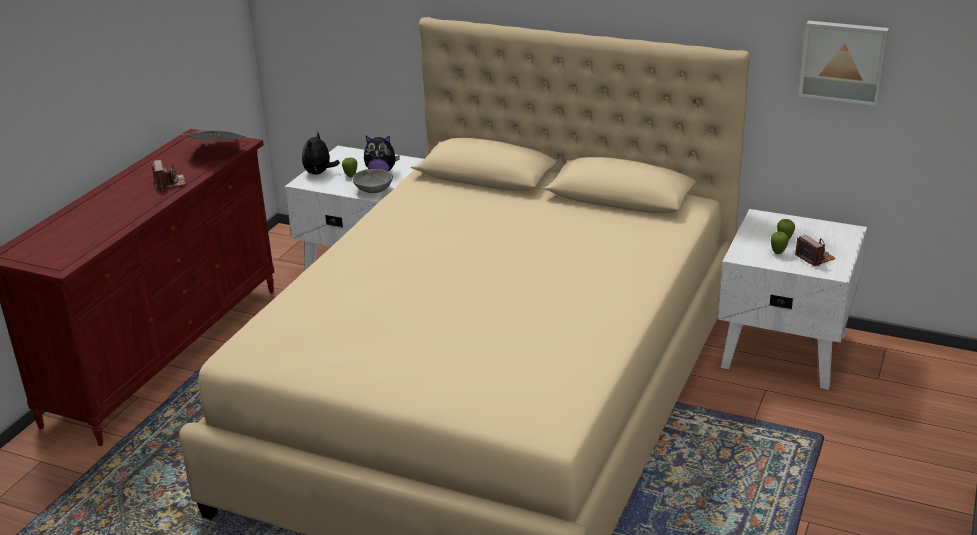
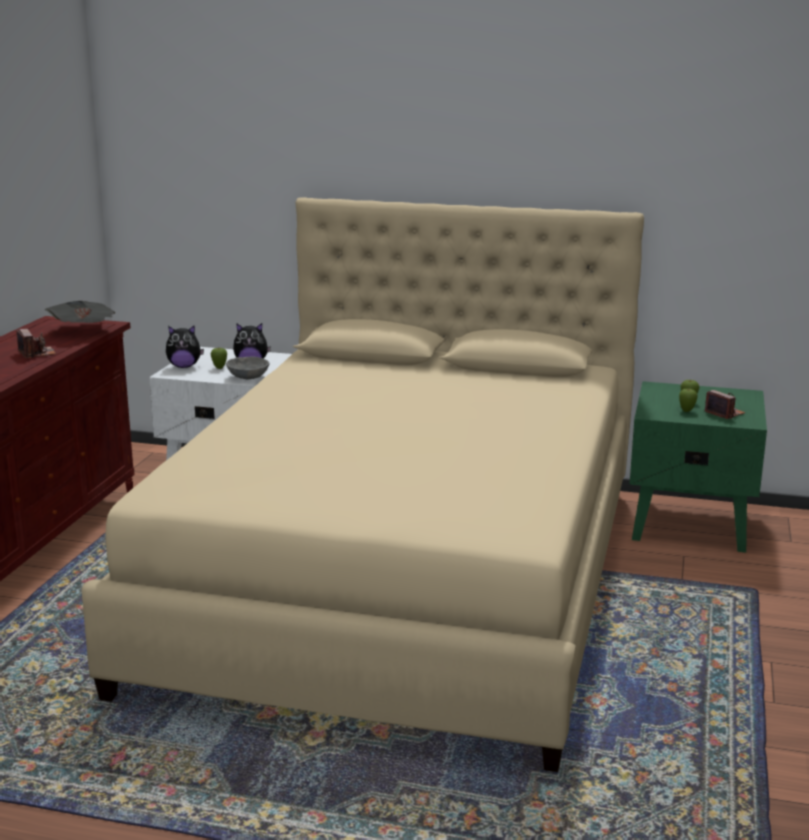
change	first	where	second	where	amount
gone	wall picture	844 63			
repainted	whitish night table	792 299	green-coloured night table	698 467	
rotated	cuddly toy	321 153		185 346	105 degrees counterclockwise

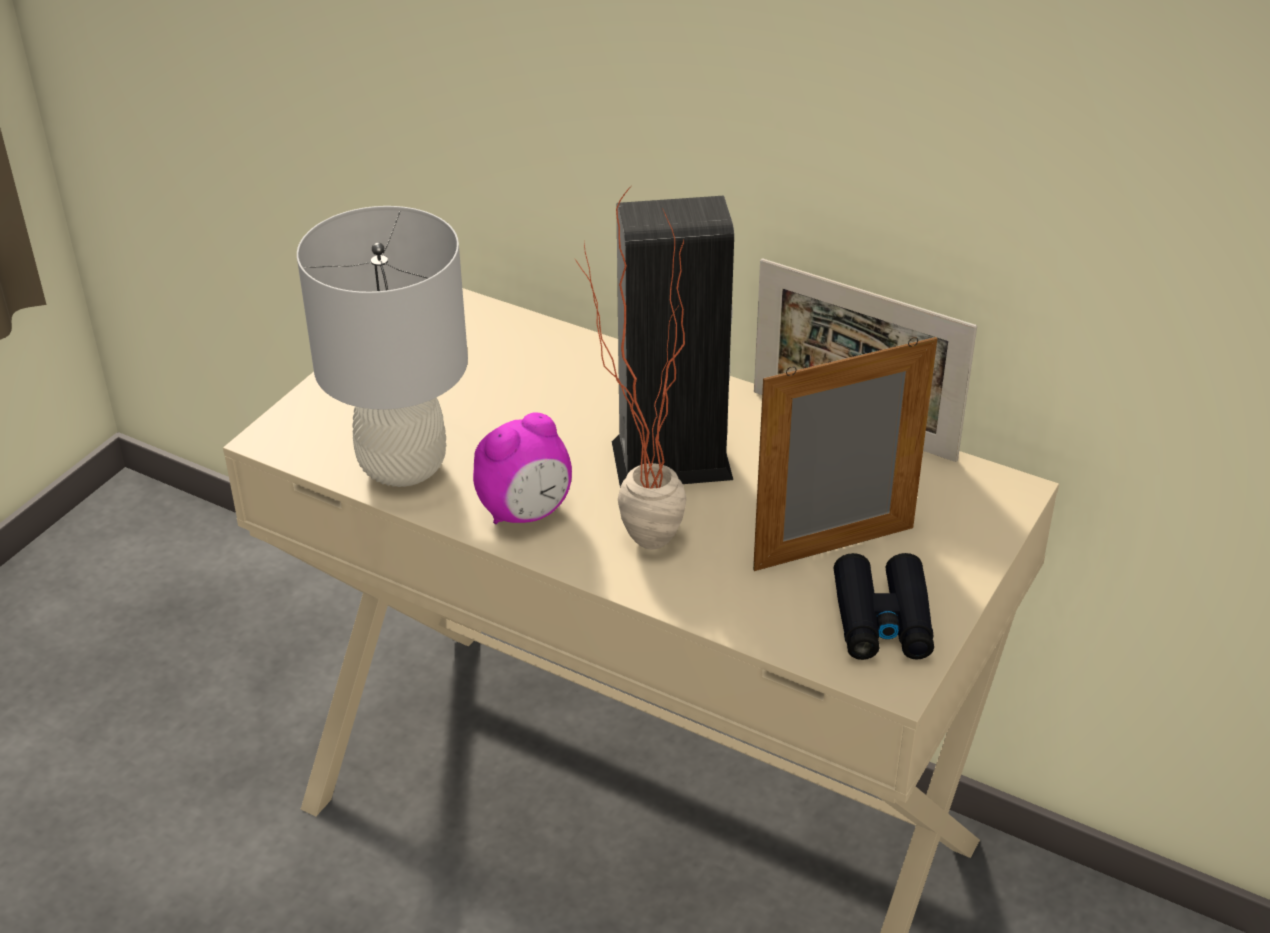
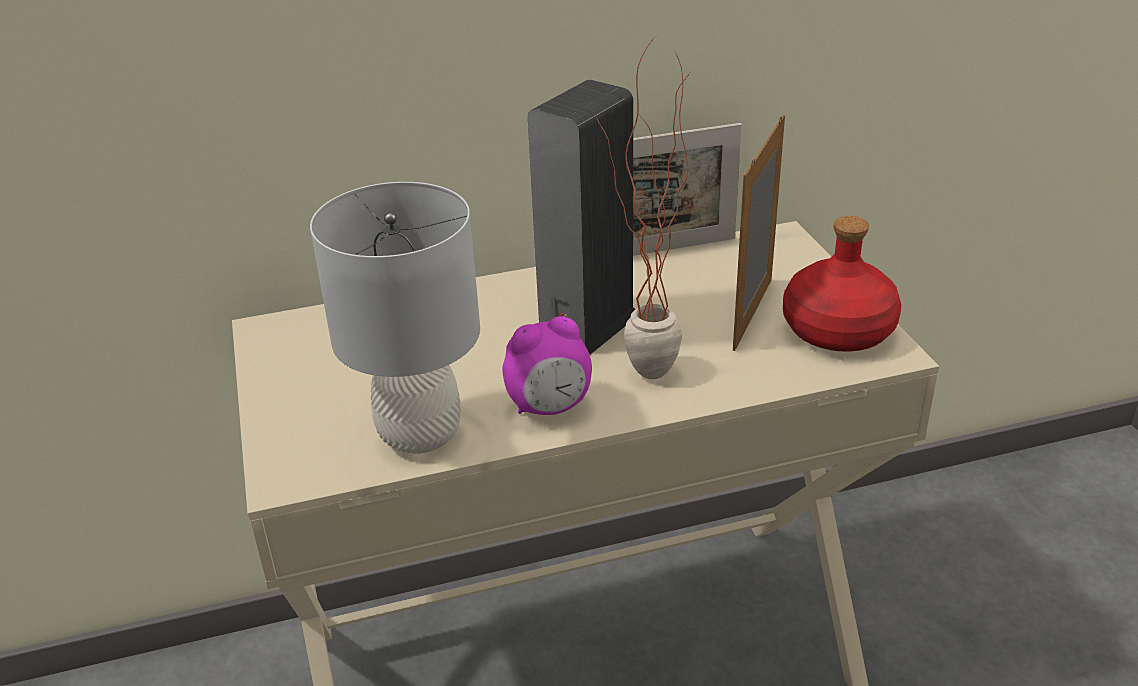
change	first	where	second	where	amount
swapped	black binoculars	884 606	reddish drink bottle	842 283	
rotated	bedside clock	522 468		547 365	60 degrees clockwise

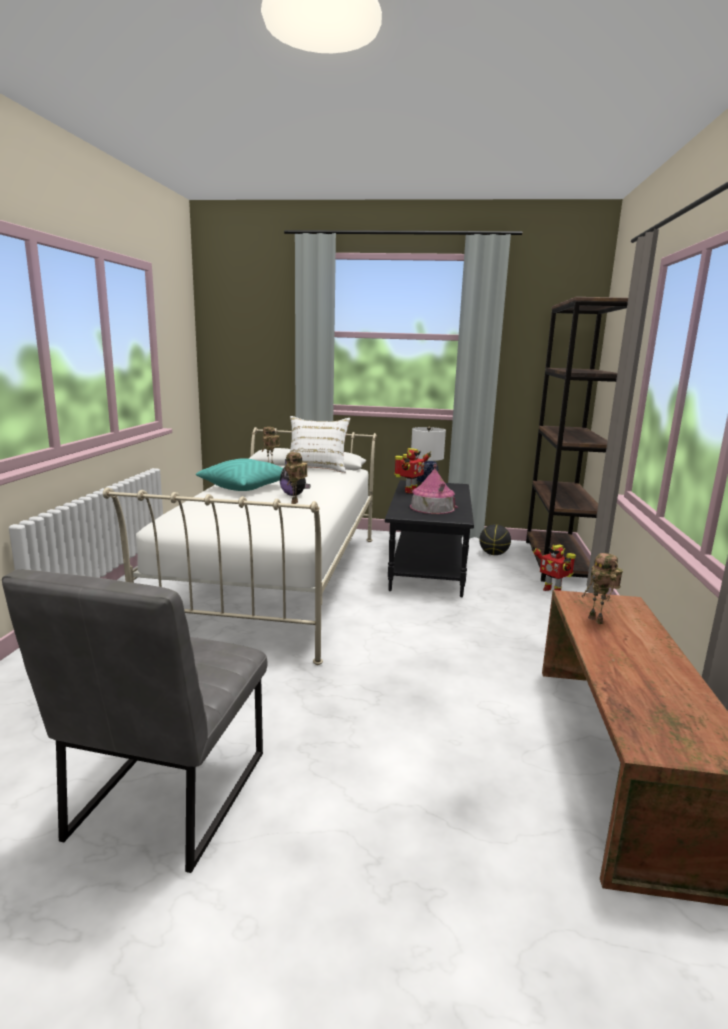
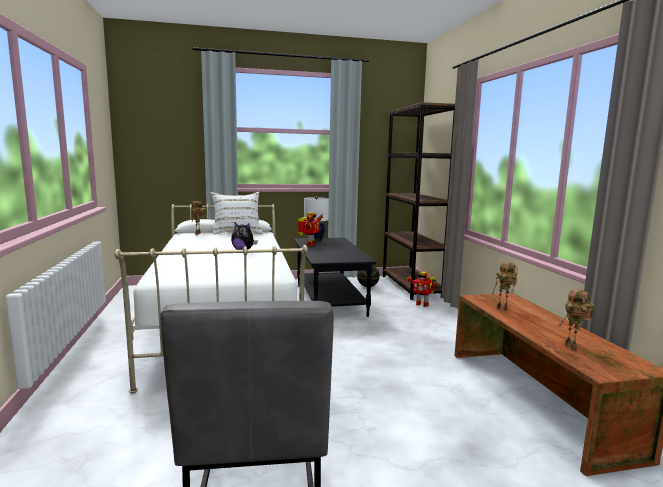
change	first	where	second	where	amount
gone	blue-green throw pillow	239 474			
gone	miniature house	434 489			
shifted	robot figure	296 478		576 319	

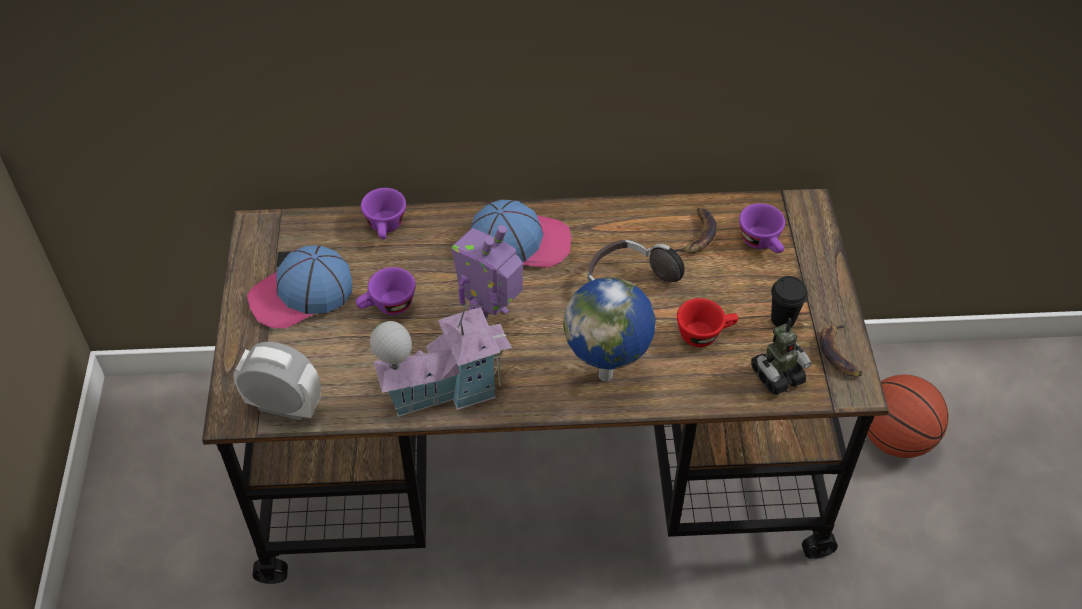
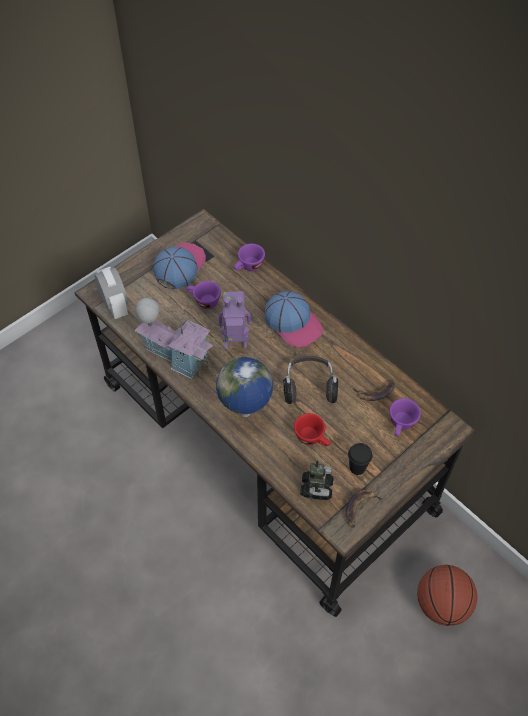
change	first	where	second	where	amount
rotated	baseball cap	299 286		179 265	90 degrees clockwise
rotated	robot figure	781 356		317 480	105 degrees counterclockwise

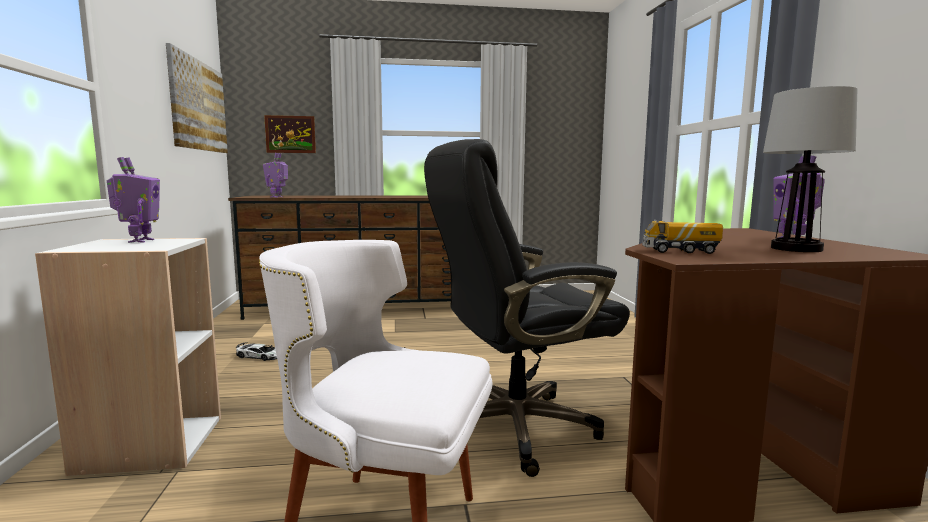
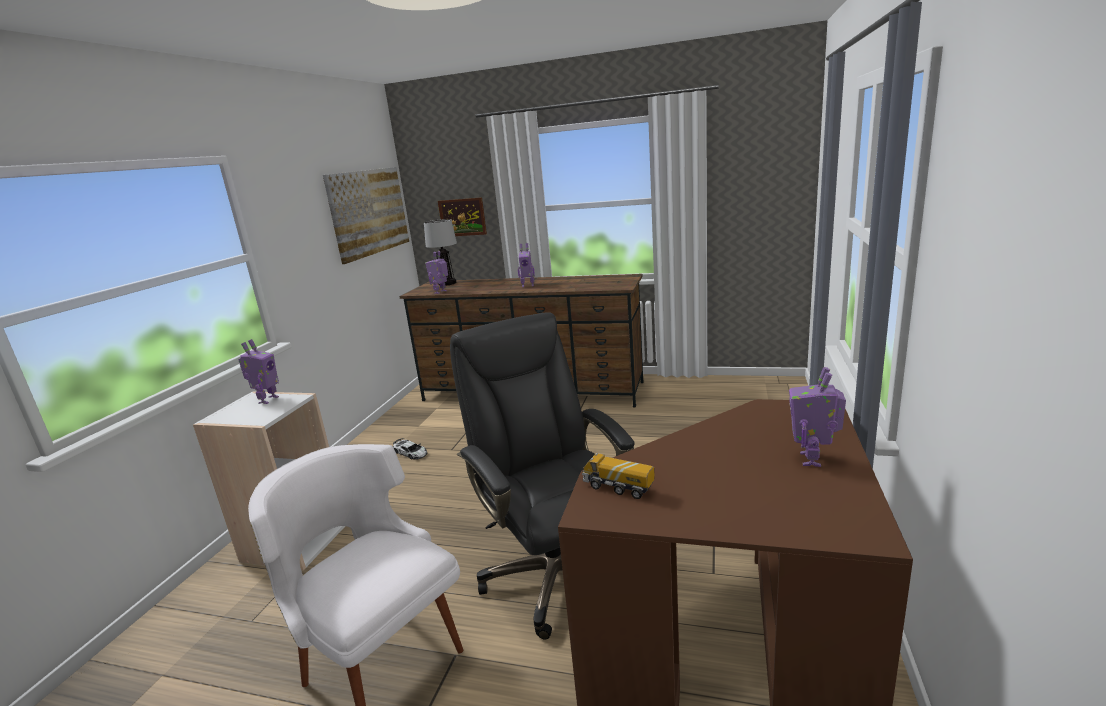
change	first	where	second	where	amount
new			robot figure	526 265	
shifted	lamp for a table	810 169		440 252	
rotated	black computer chair	527 308		542 476	60 degrees clockwise

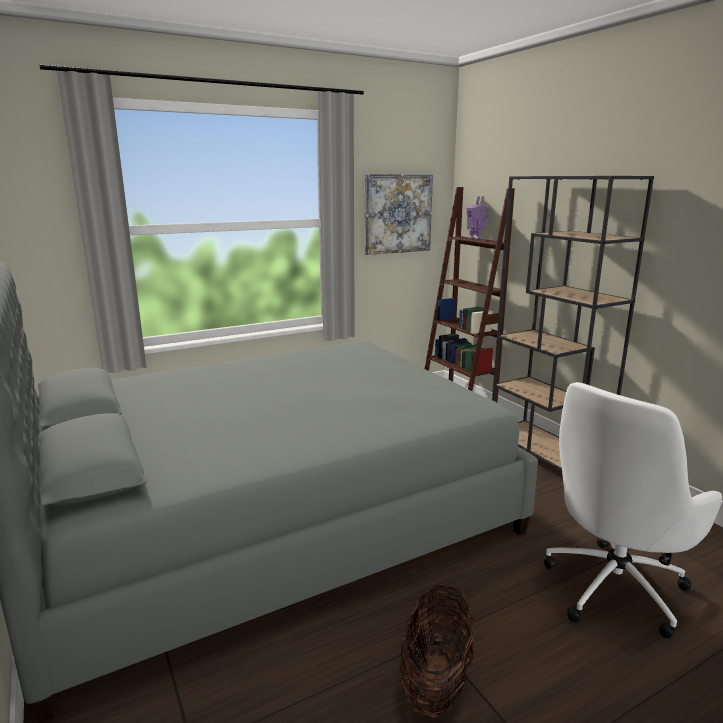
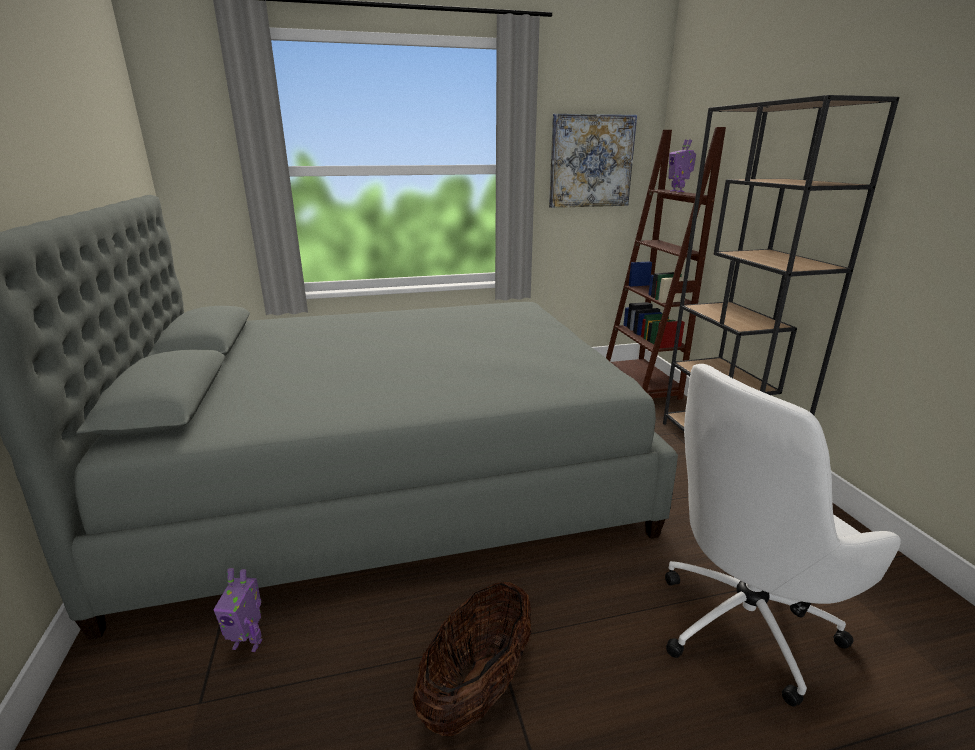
change	first	where	second	where	amount
new			robot figure	238 610	

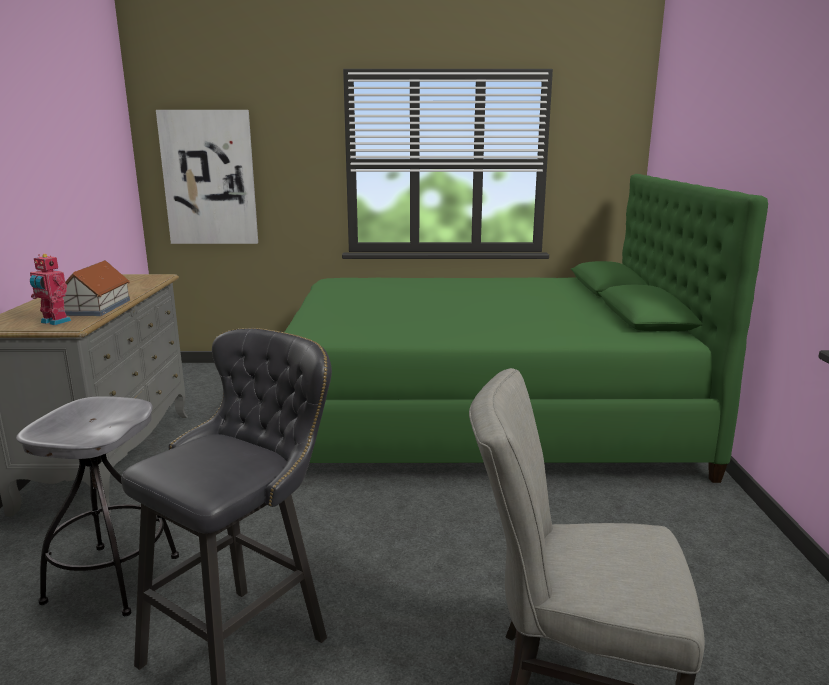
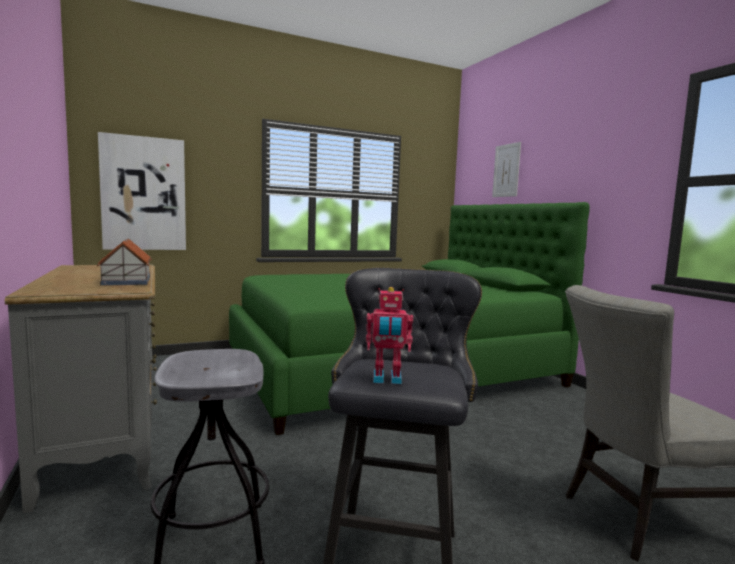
change	first	where	second	where	amount
new			wall picture	506 169	
shifted	robot figure	50 289		389 335	

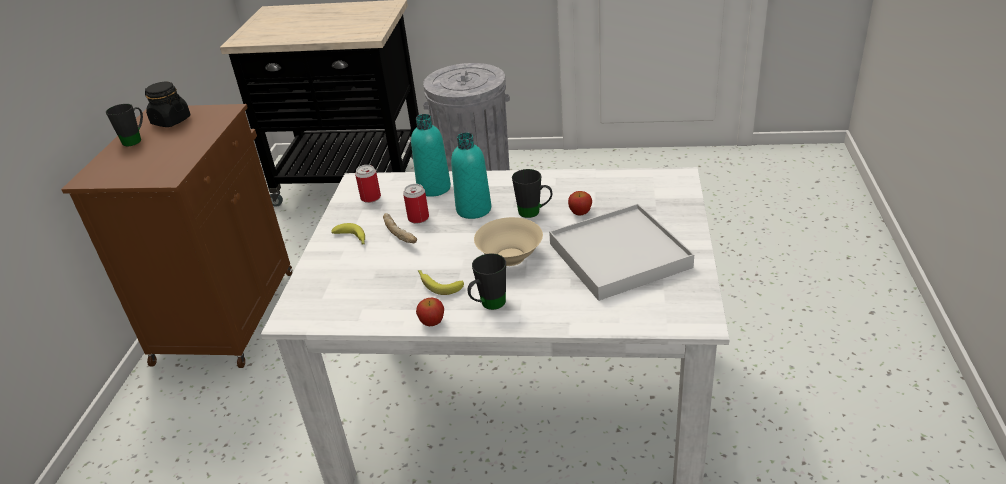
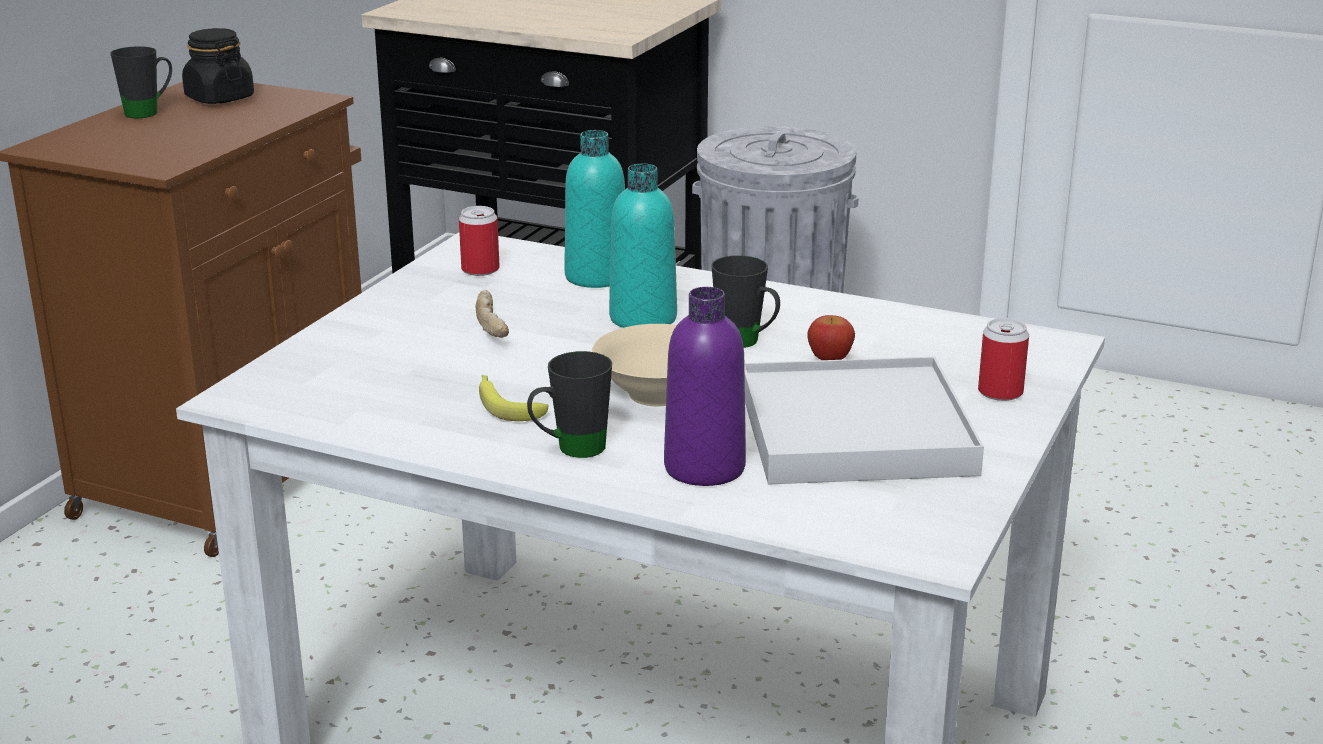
change	first	where	second	where	amount
gone	banana fruit	348 233			
gone	apple	430 312			
new			purplish drink bottle	705 386	
shifted	metal can	416 203		1003 359	

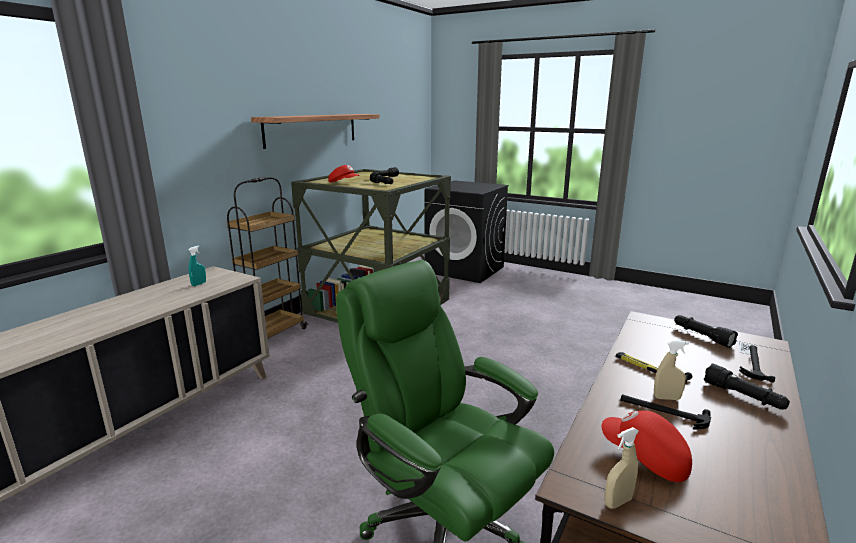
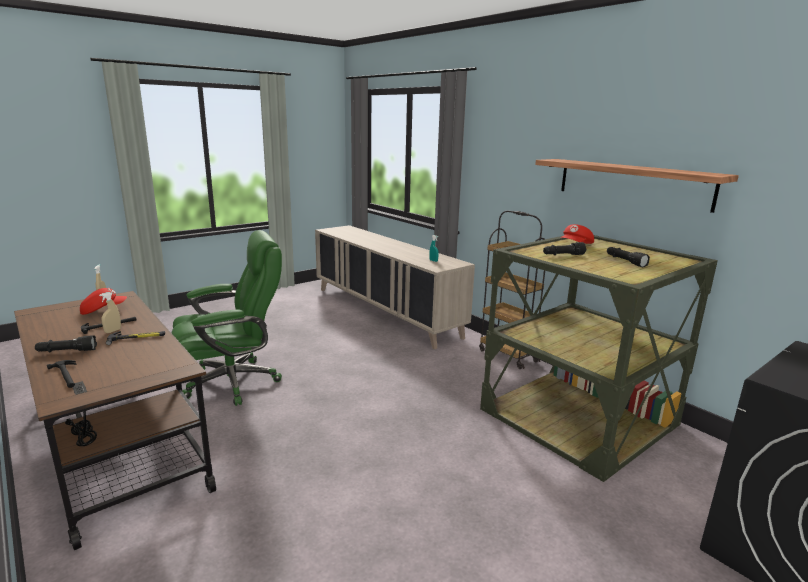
change	first	where	second	where	amount
gone	black hand torch	706 331			

